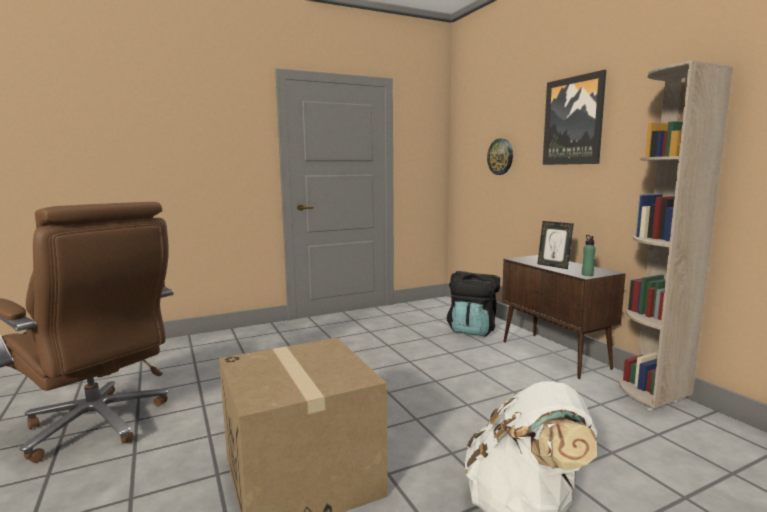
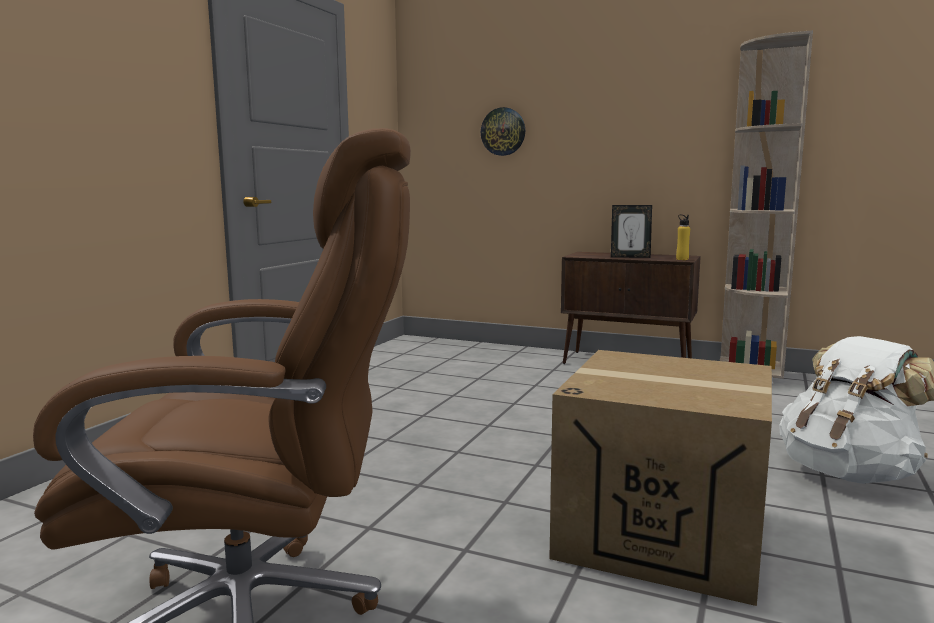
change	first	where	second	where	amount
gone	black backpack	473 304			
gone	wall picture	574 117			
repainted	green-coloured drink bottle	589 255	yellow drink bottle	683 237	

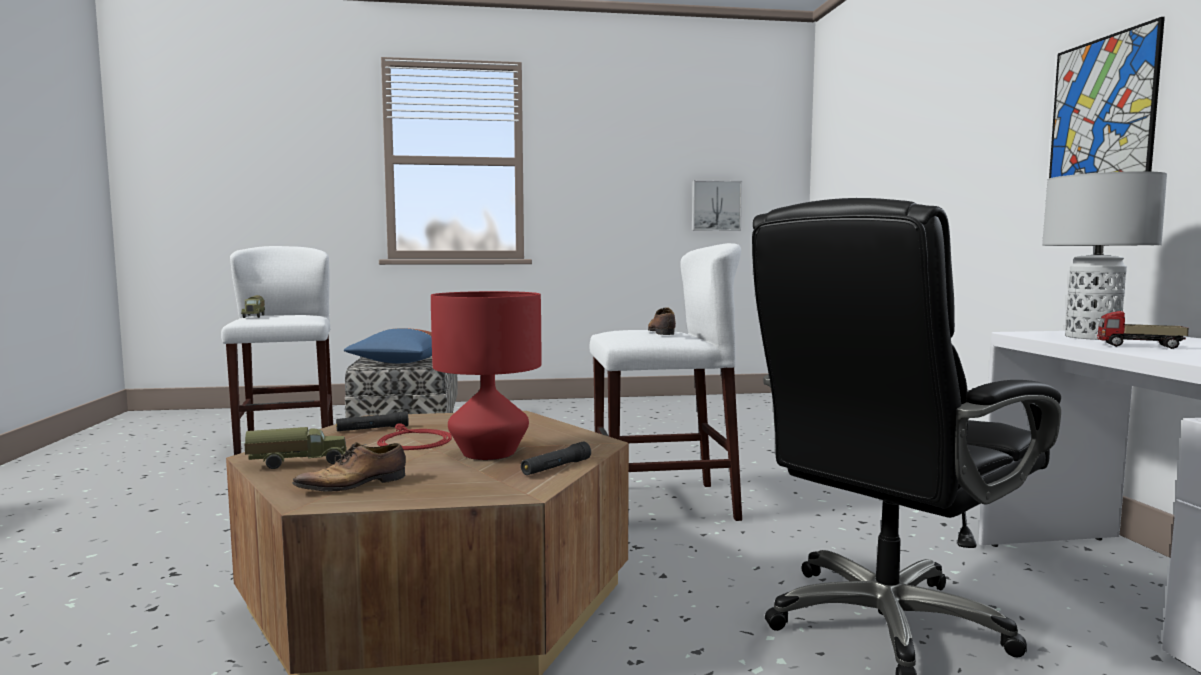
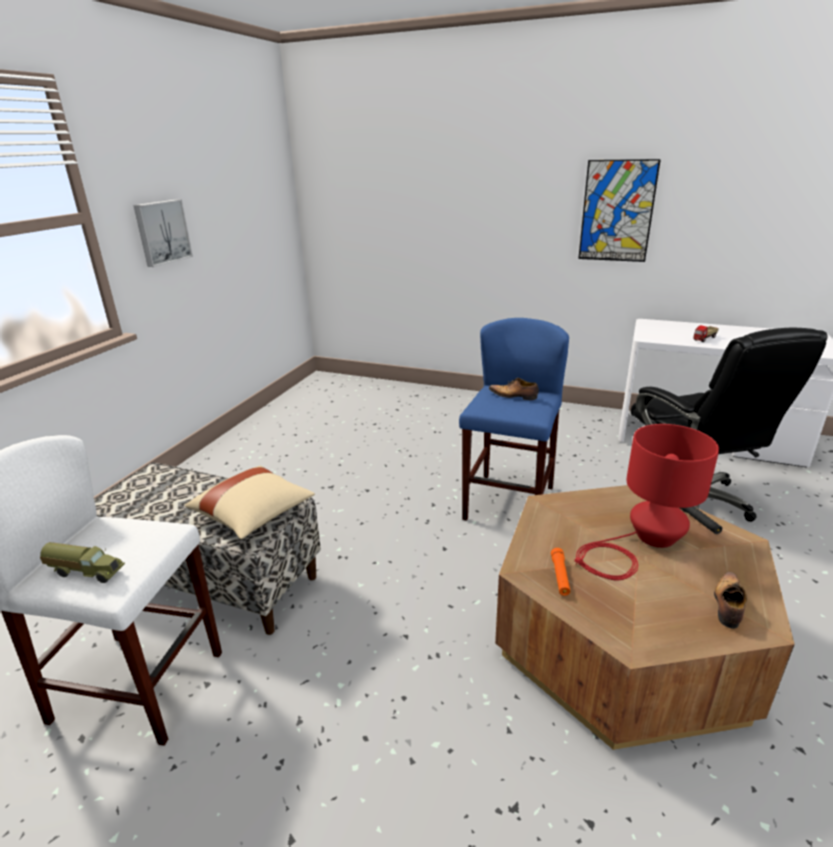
change	first	where	second	where	amount
gone	toy truck	295 448			
gone	whitish lamp for a table	1104 255			
shifted	wall picture	717 205		163 233	
repainted	black hand torch	372 421	orange-coloured hand torch	560 572	
repainted	bluish throw pillow	388 345	beige-coloured throw pillow	250 502	
repainted	whitish stool seat	666 382	bluish stool seat	514 419	
rotated	item of footwear	349 466		730 600	150 degrees counterclockwise

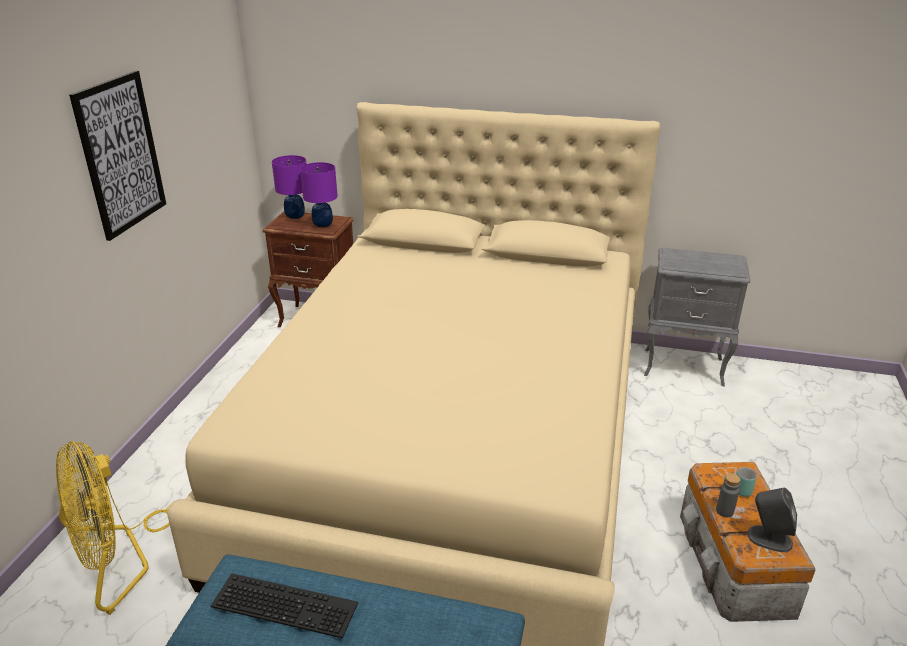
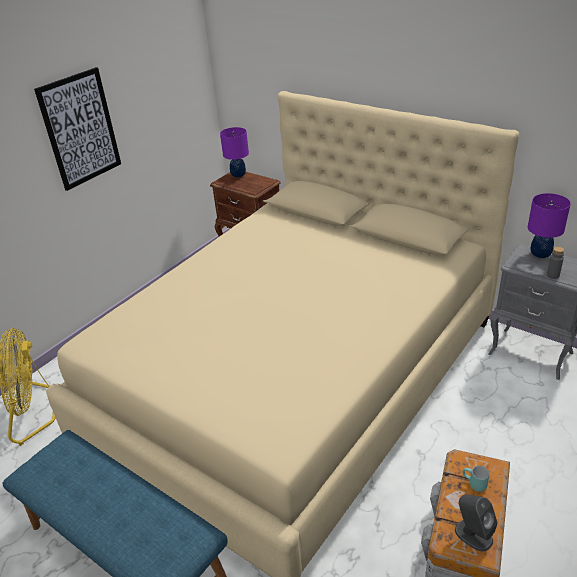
change	first	where	second	where	amount
gone	computer keyboard	284 605			
shifted	purplish lamp for a table	319 195		549 225	
shifted	grey drink bottle	728 495		555 263	

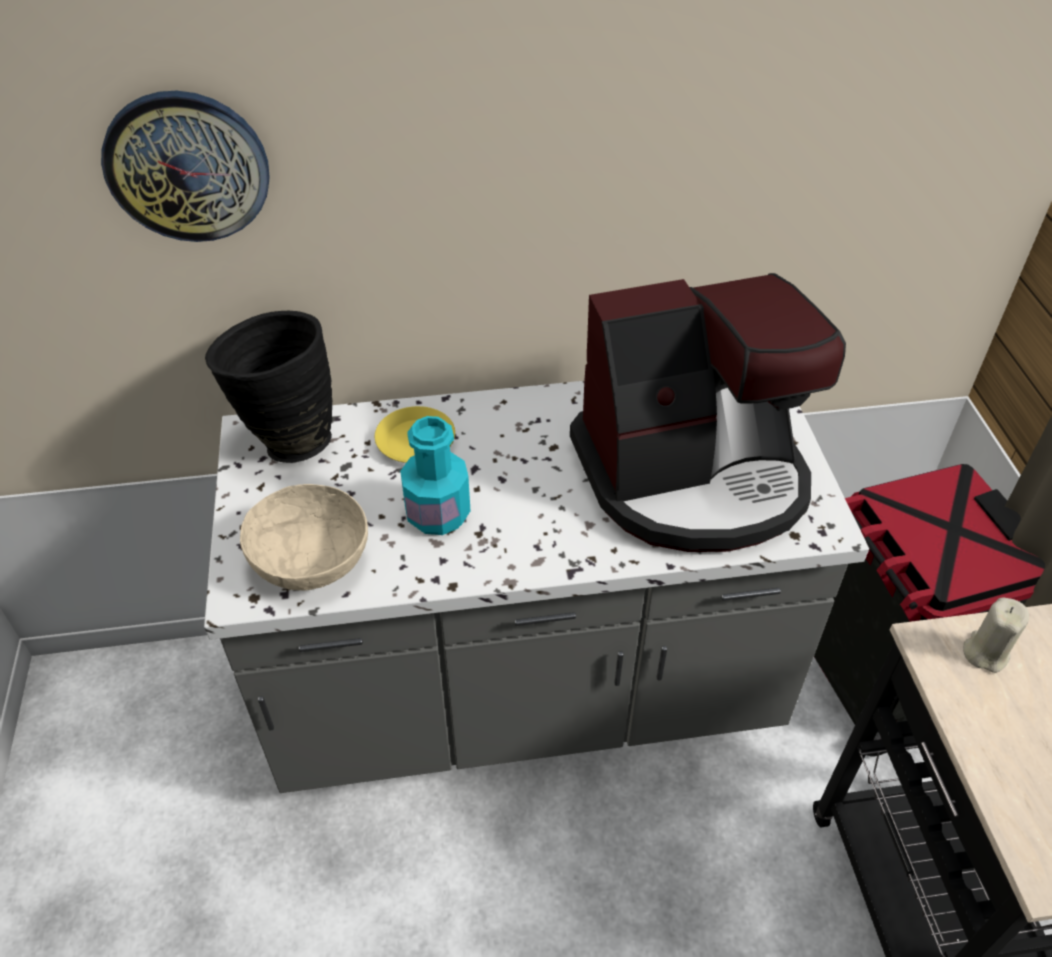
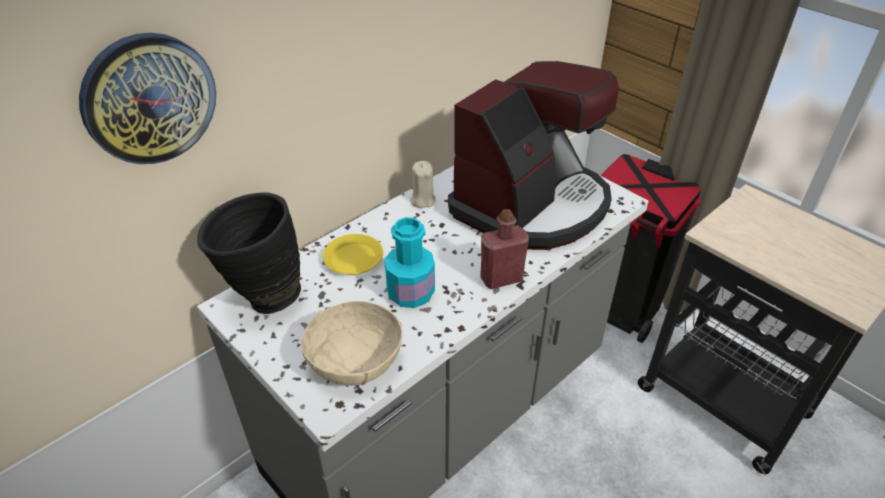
change	first	where	second	where	amount
new			reddish drink bottle	504 249	
shifted	beige-coloured wax candle	996 635		423 184	

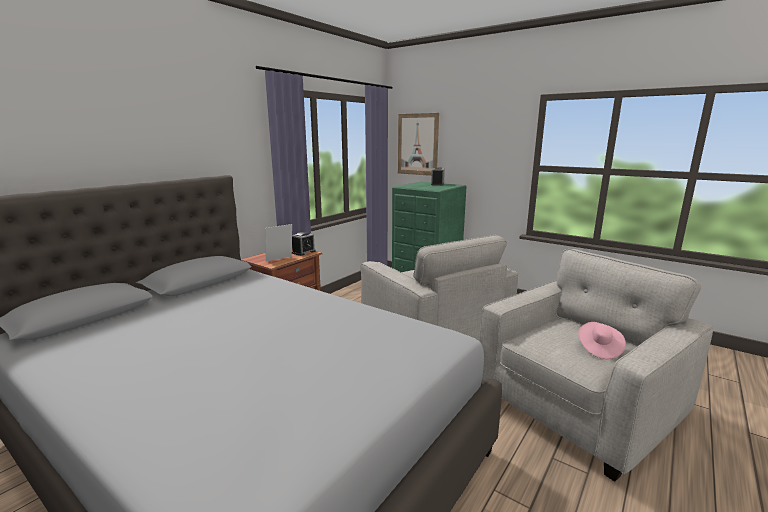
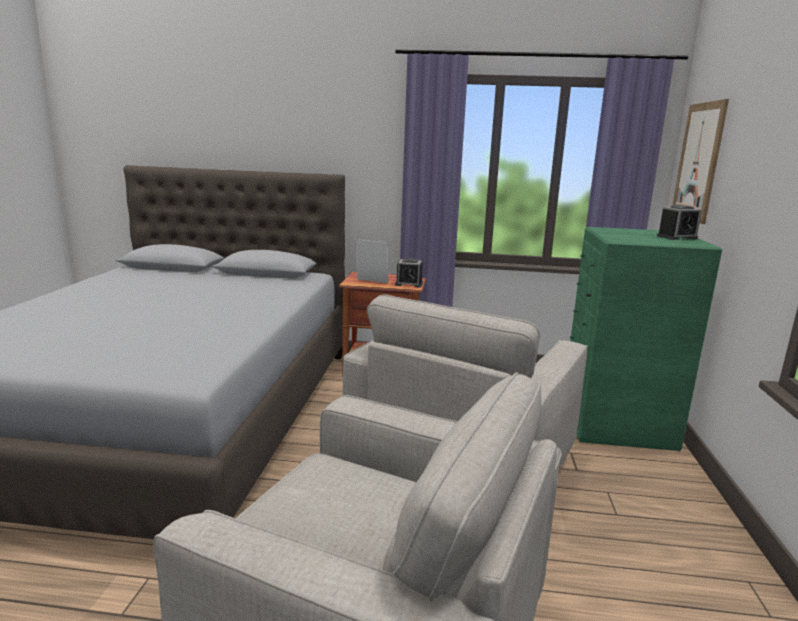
change	first	where	second	where	amount
gone	pinkish hat	602 340			

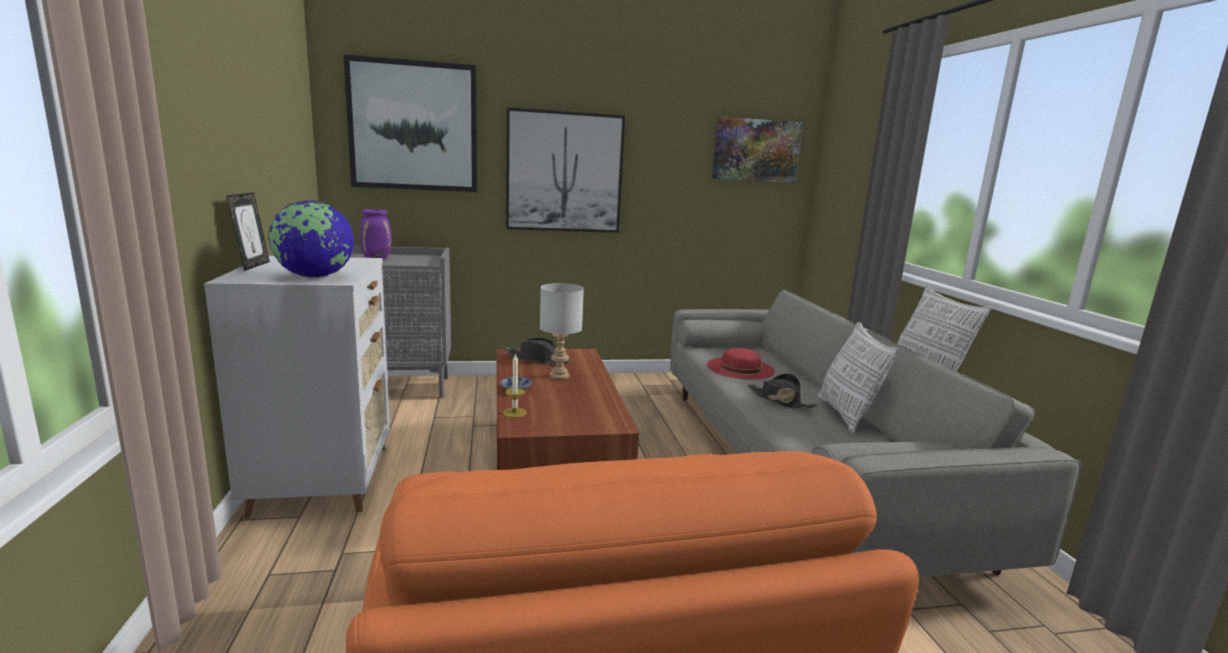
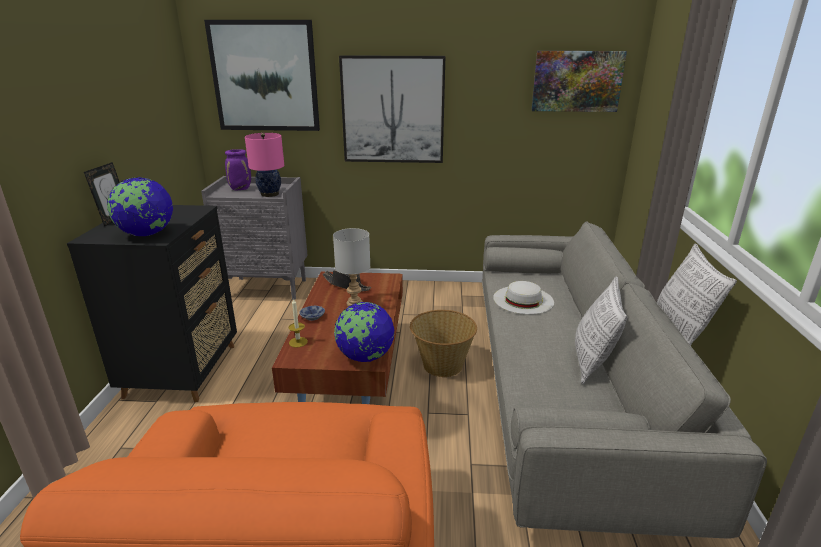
change	first	where	second	where	amount
gone	black hat	782 391			
new			pinkish lamp for a table	264 165	
new			desk globe	364 332	
new			storage basket	443 343	
repainted	whitish dresser	297 387	black dresser	152 303	
repainted	reddish hat	741 364	whitish hat	523 297	

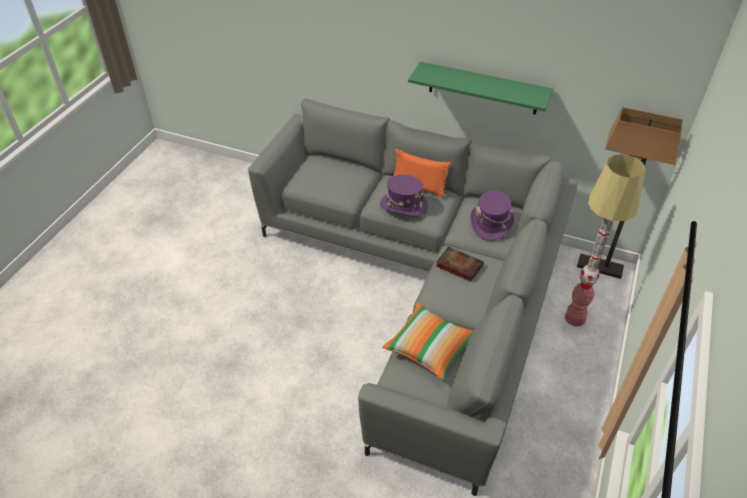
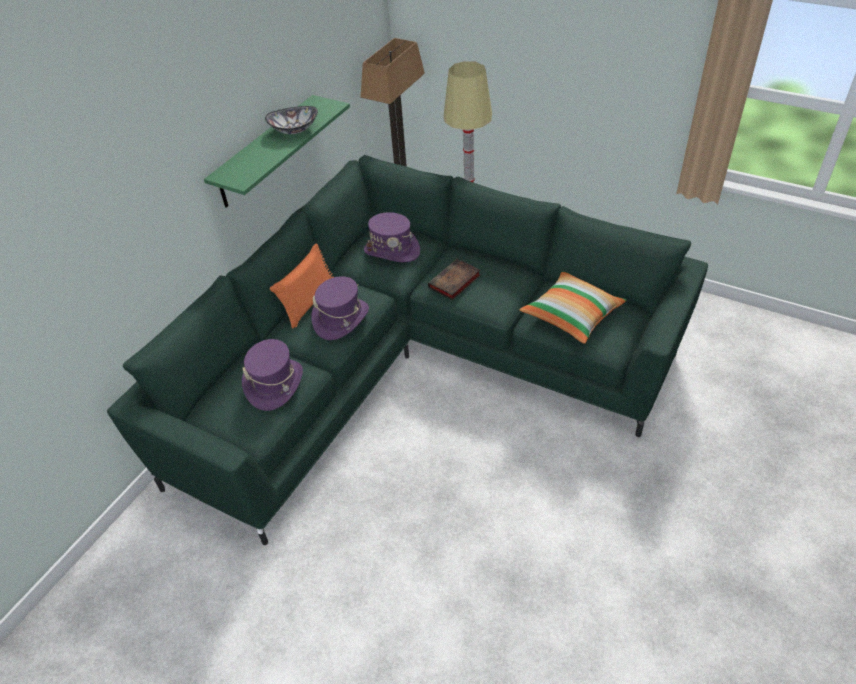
change	first	where	second	where	amount
new			purplish hat	272 375	
new			deep dish	291 120	
repainted	grey sofa	413 297	green-coloured sofa	407 350	

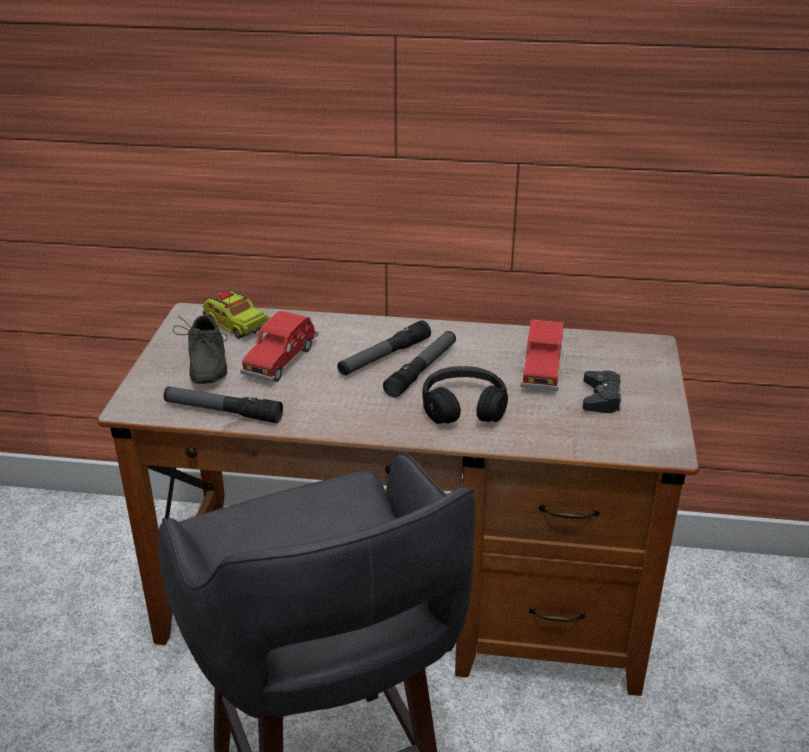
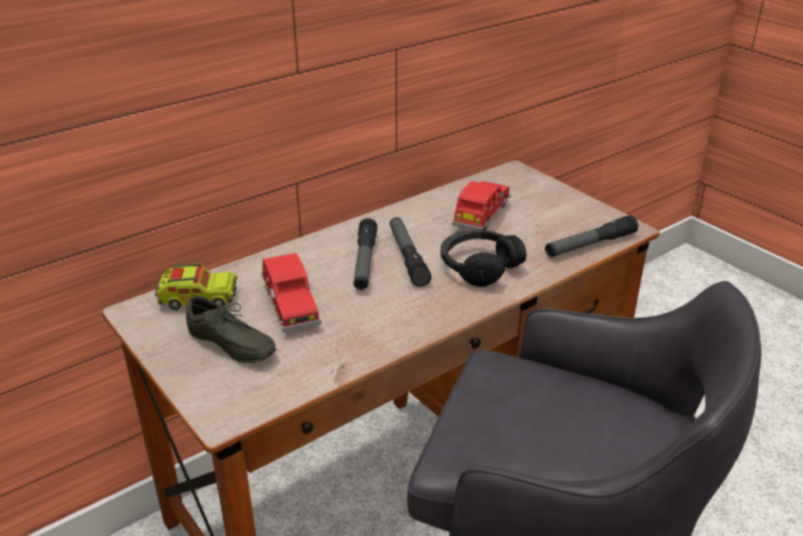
change	first	where	second	where	amount
gone	black game controller	602 391			
shifted	hand torch	223 404		591 236	
rotated	reddish toy car	542 355		481 205	120 degrees counterclockwise

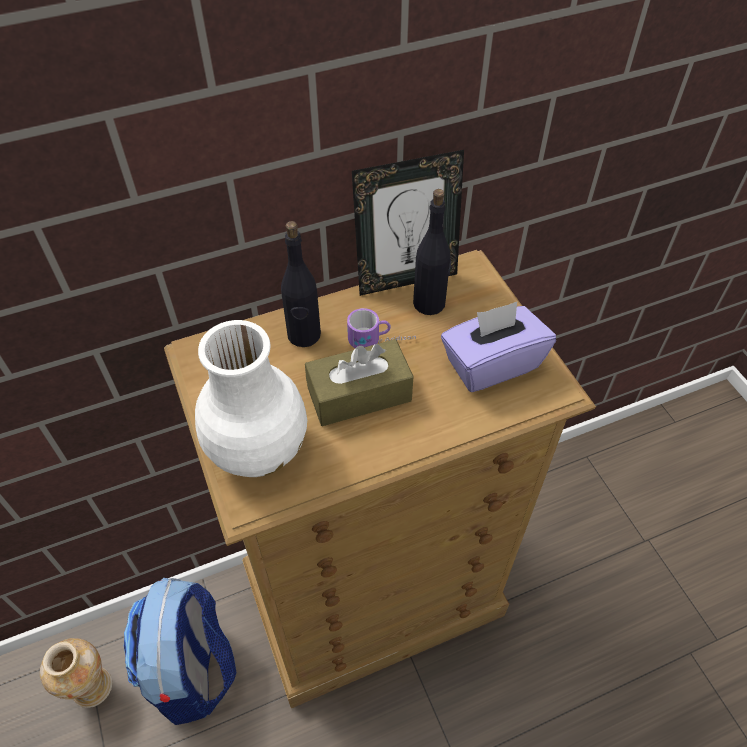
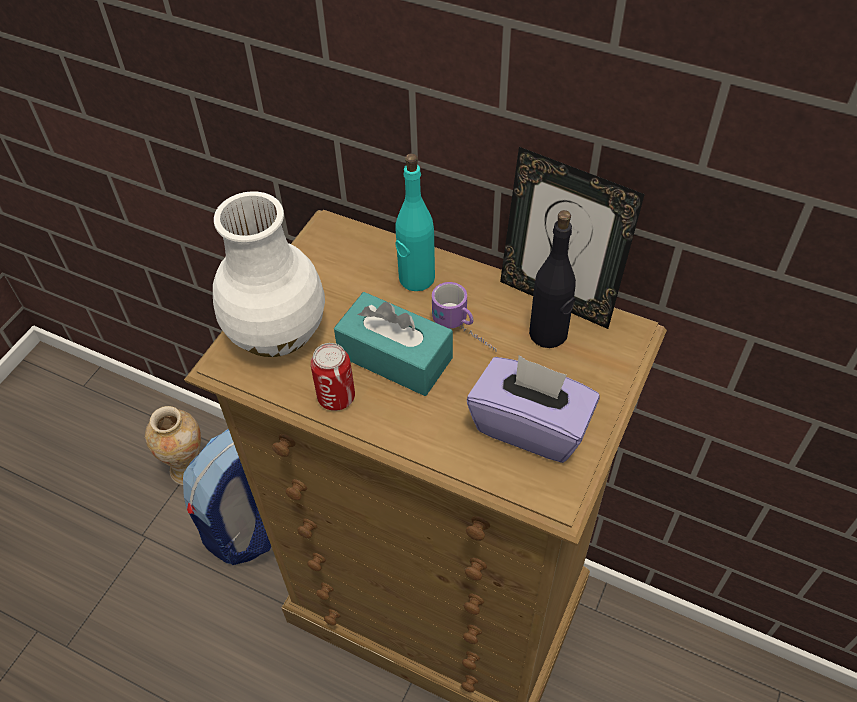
change	first	where	second	where	amount
new			metal can	333 377	
repainted	black drink bottle	301 284	blue-green drink bottle	415 222	
repainted	brown-coloured tissue holder	359 382	blue-green tissue holder	393 344	

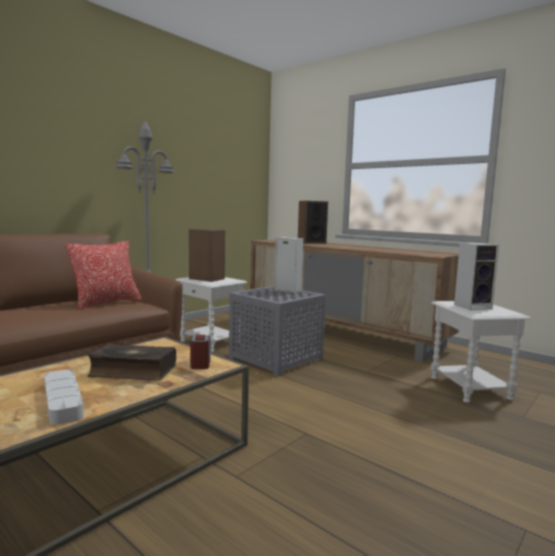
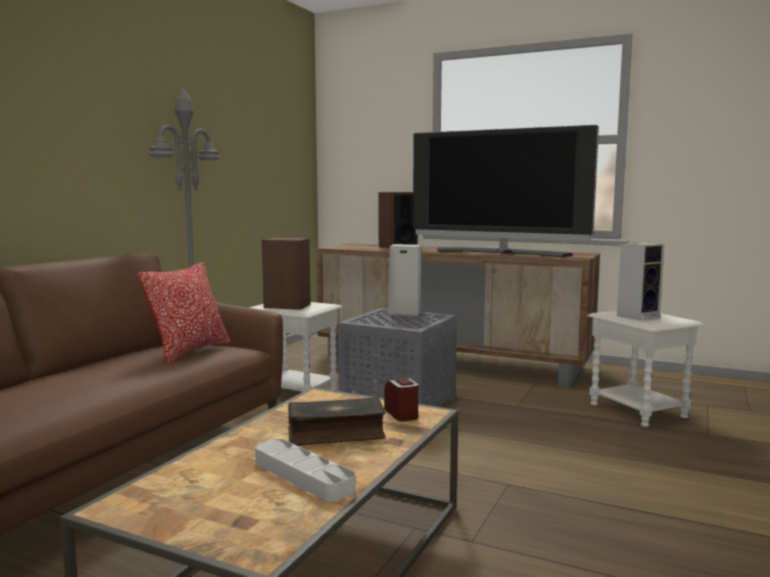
change	first	where	second	where	amount
new			TV	506 191	

